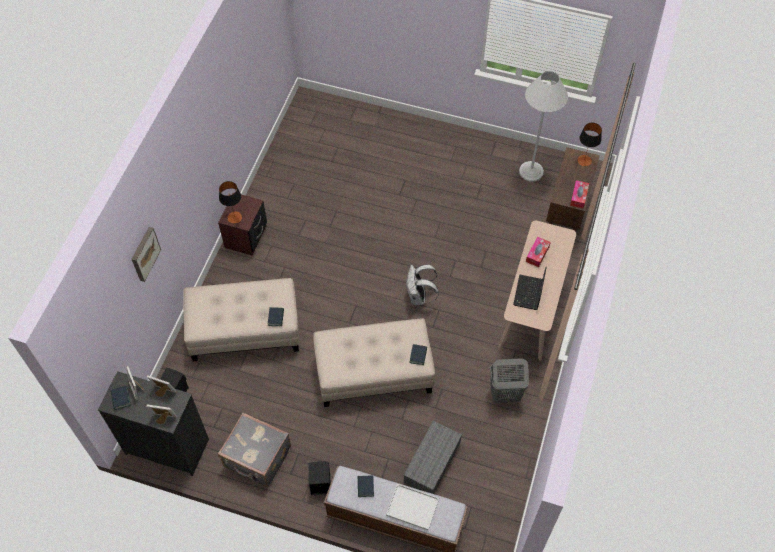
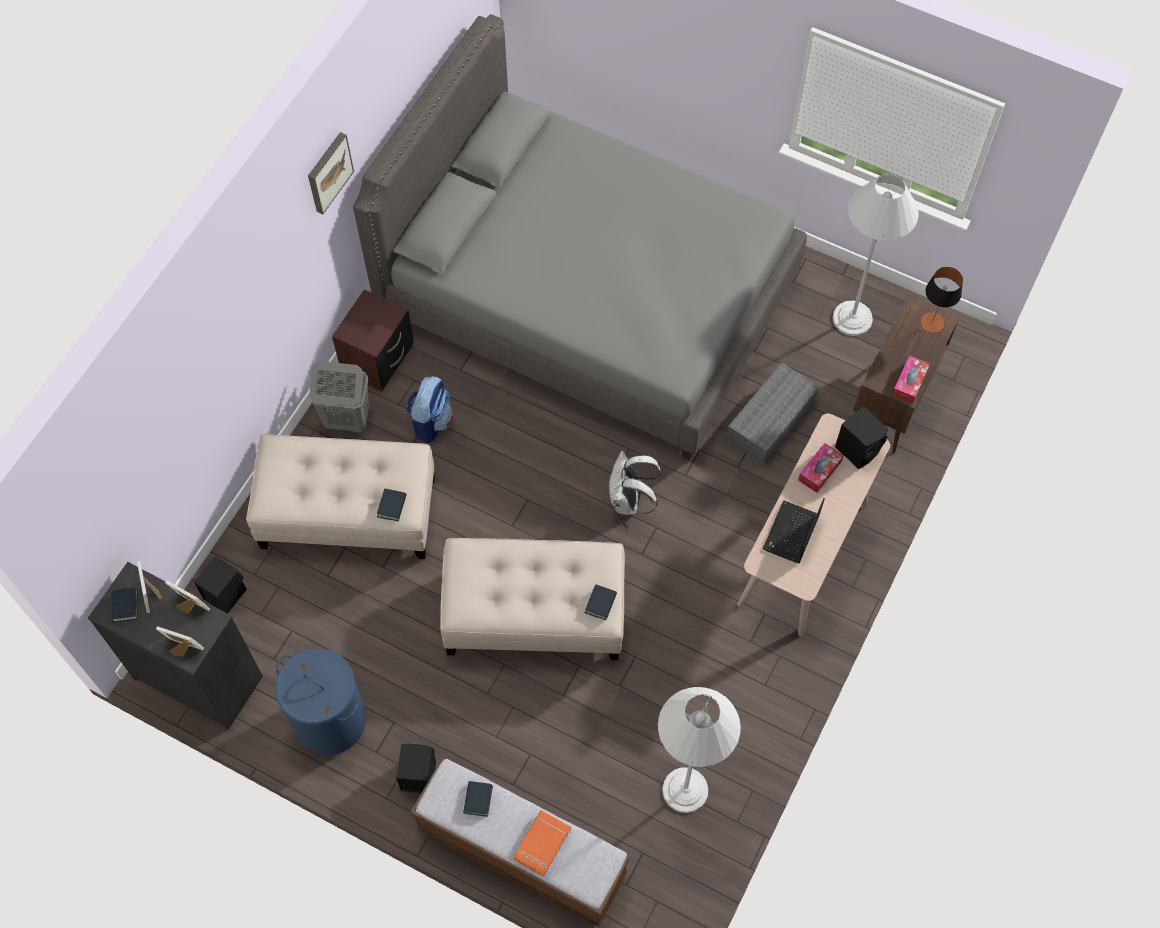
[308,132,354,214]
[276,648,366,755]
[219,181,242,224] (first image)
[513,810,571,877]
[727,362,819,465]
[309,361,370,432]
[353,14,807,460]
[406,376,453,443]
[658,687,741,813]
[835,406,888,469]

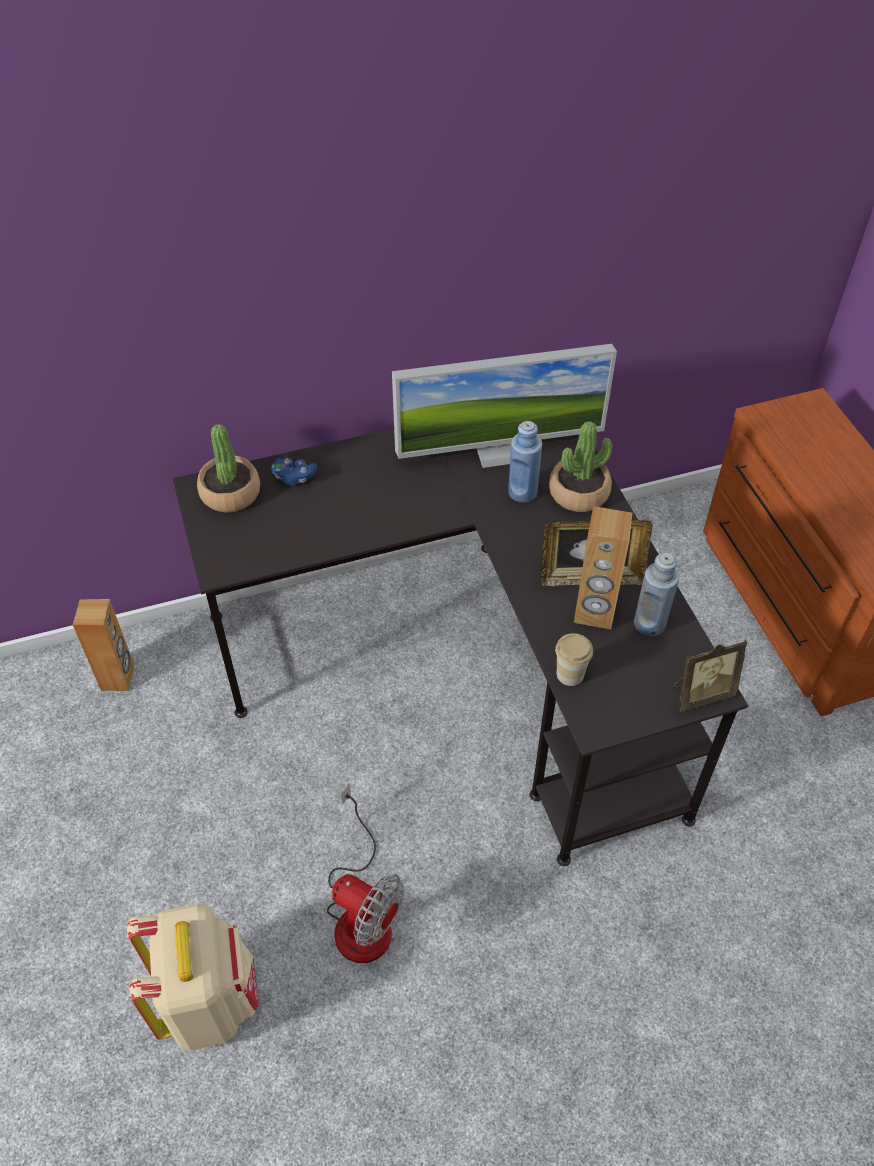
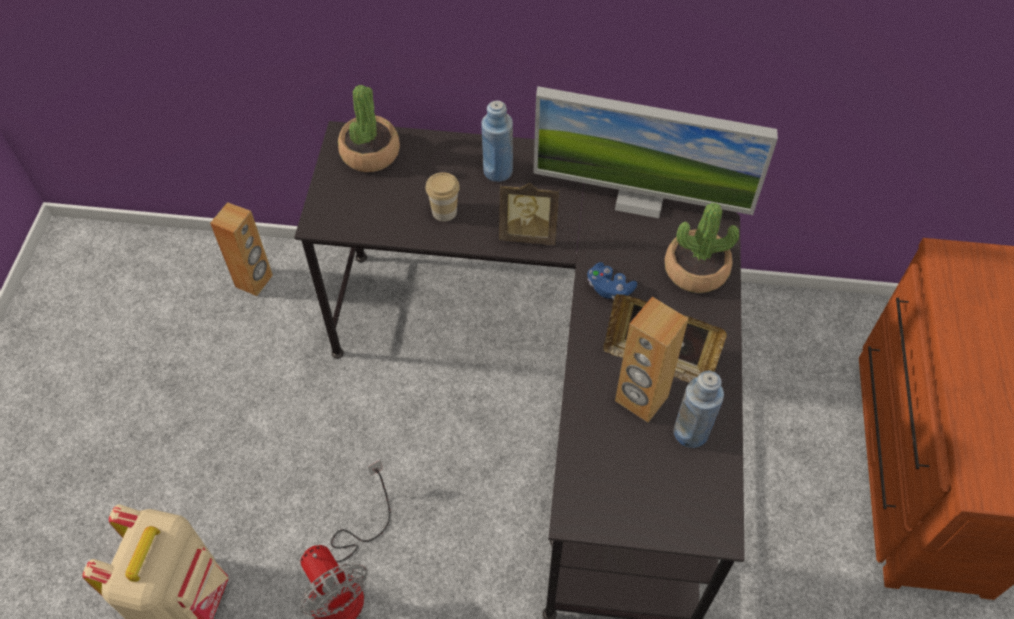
[587,262,637,299]
[482,100,513,182]
[425,172,460,221]
[499,183,559,245]

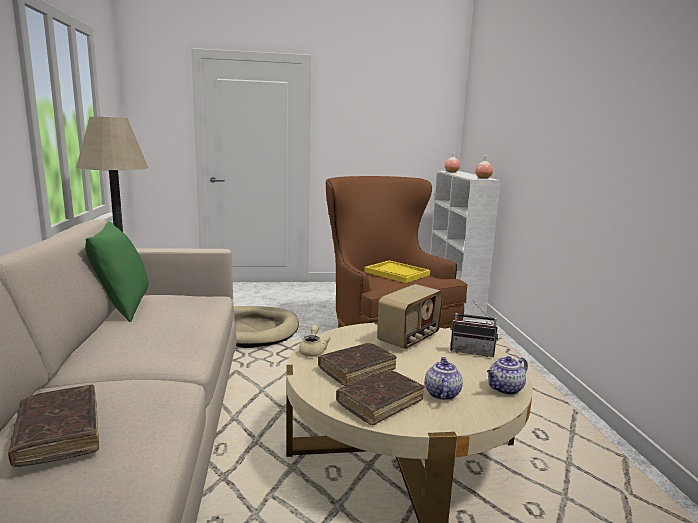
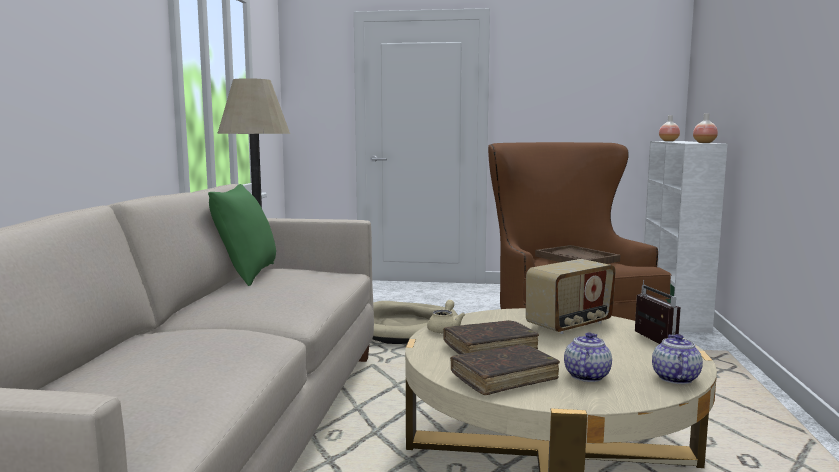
[8,385,99,467] (first image)
[535,245,620,264]
[635,280,681,344]
[652,334,703,384]

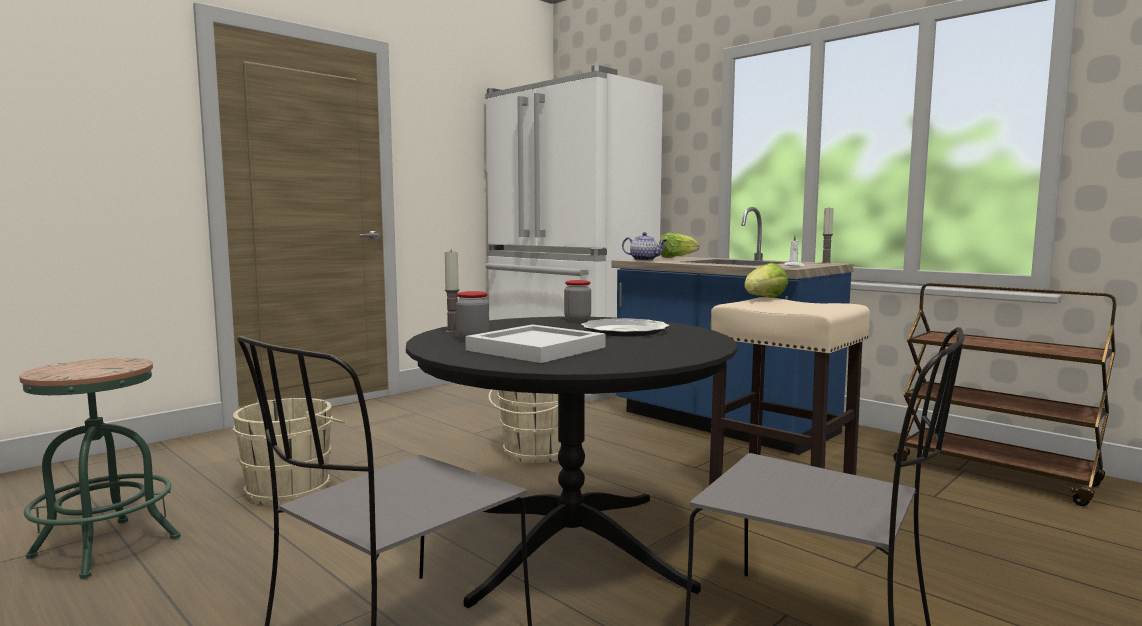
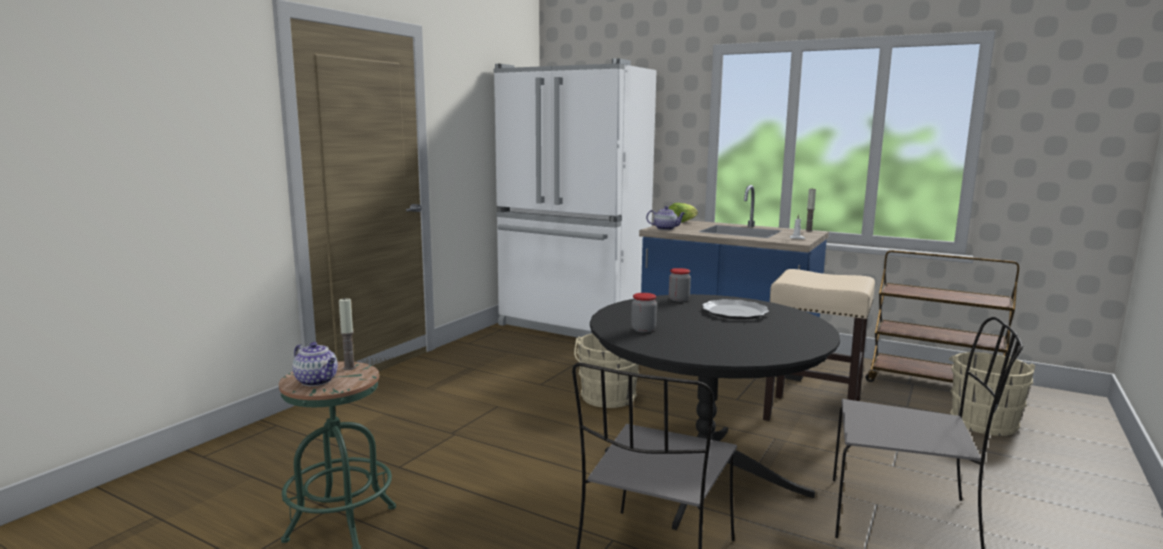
[949,352,1036,436]
[339,298,356,370]
[465,324,605,363] (first image)
[744,263,788,298] (first image)
[293,342,338,386]

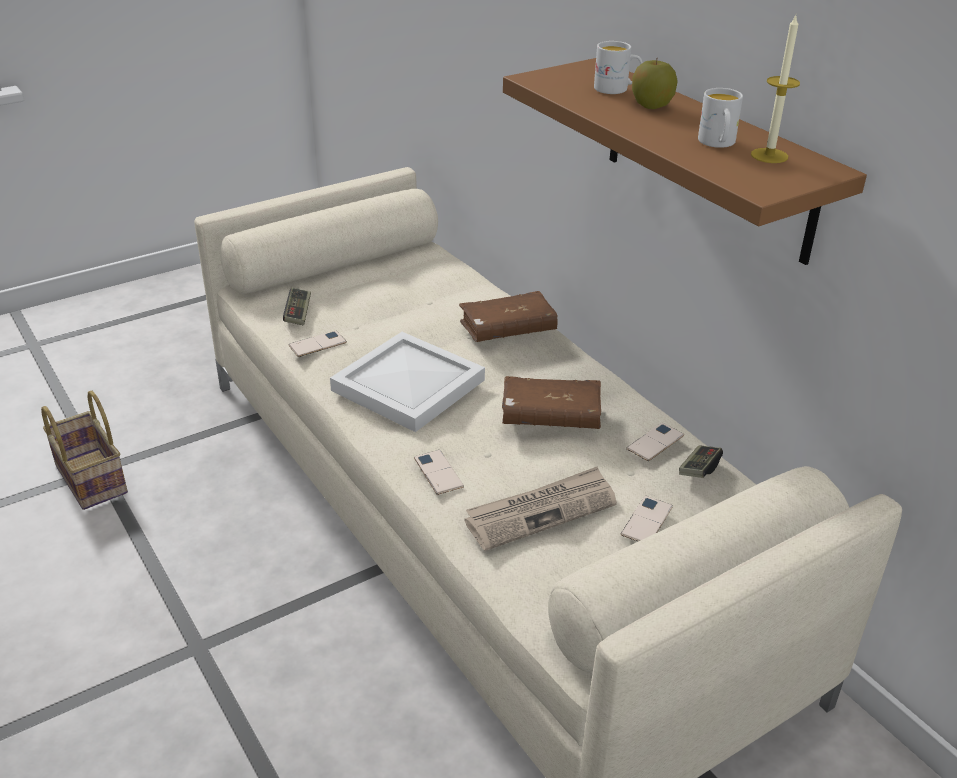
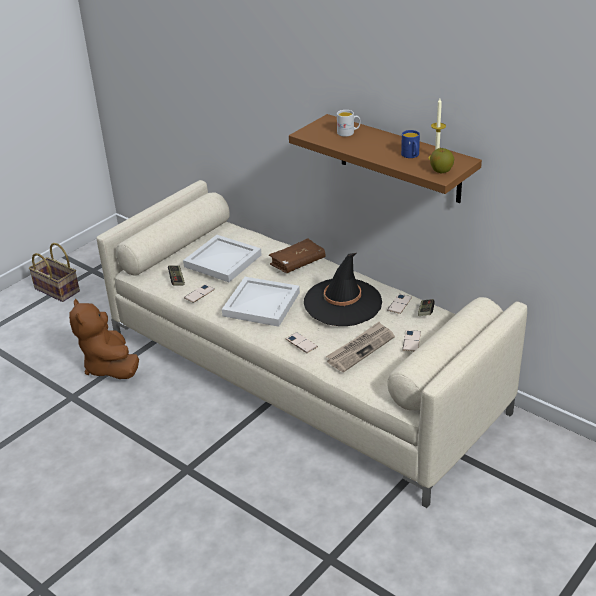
[29,243,80,302]
[304,253,382,326]
[430,148,454,173]
[401,130,420,158]
[69,299,139,379]
[183,235,262,282]

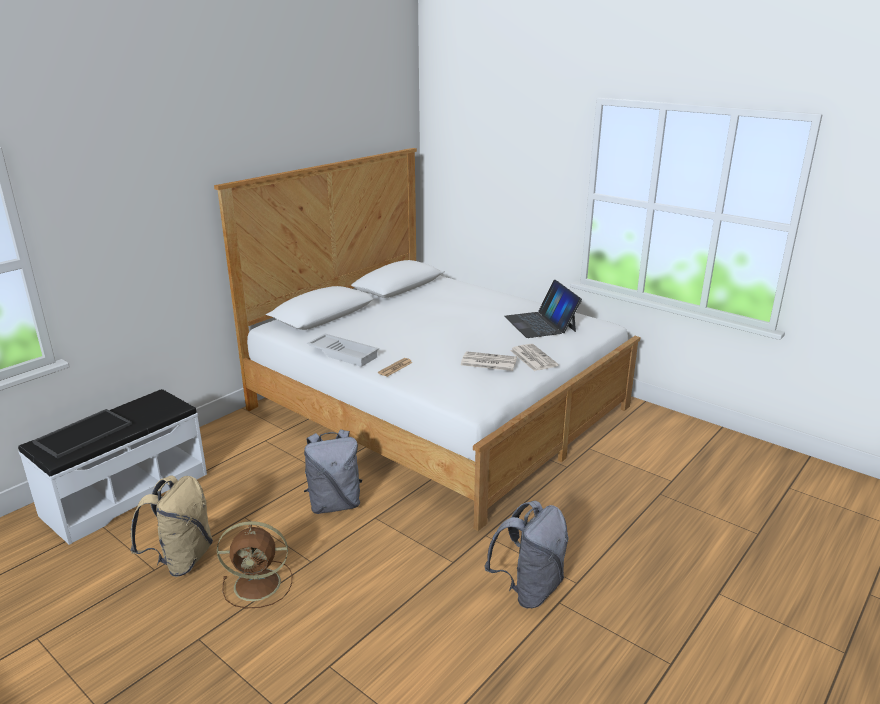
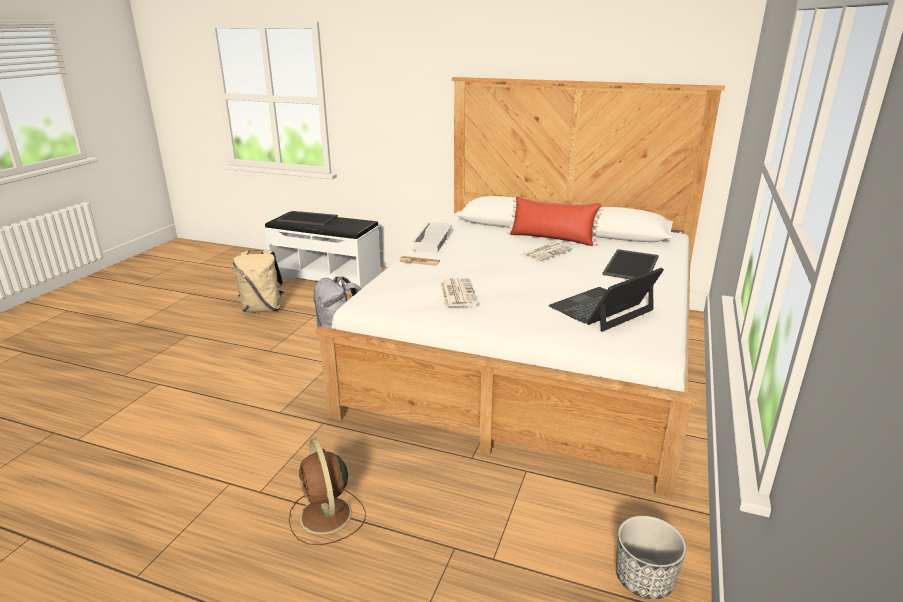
[289,438,366,545]
[484,501,569,608] (first image)
[522,242,573,261]
[507,196,604,246]
[602,249,659,279]
[616,516,686,599]

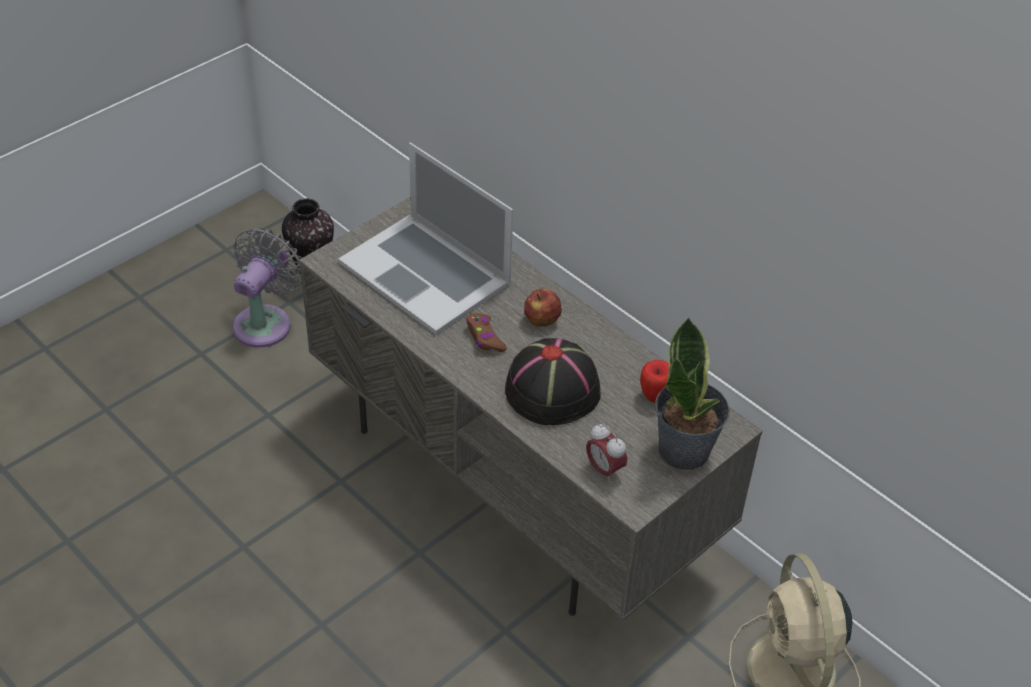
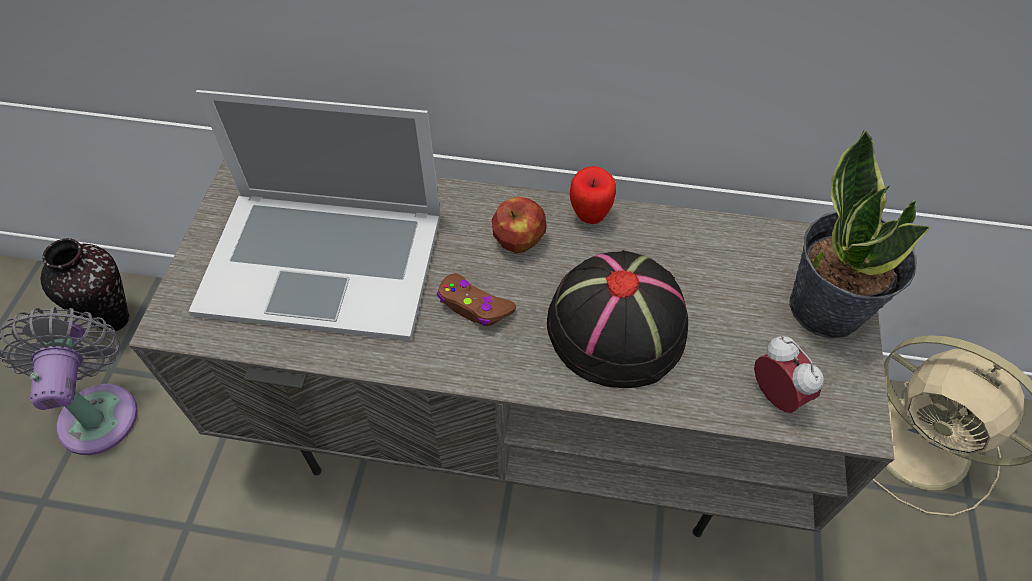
[754,336,824,413]
[570,166,616,224]

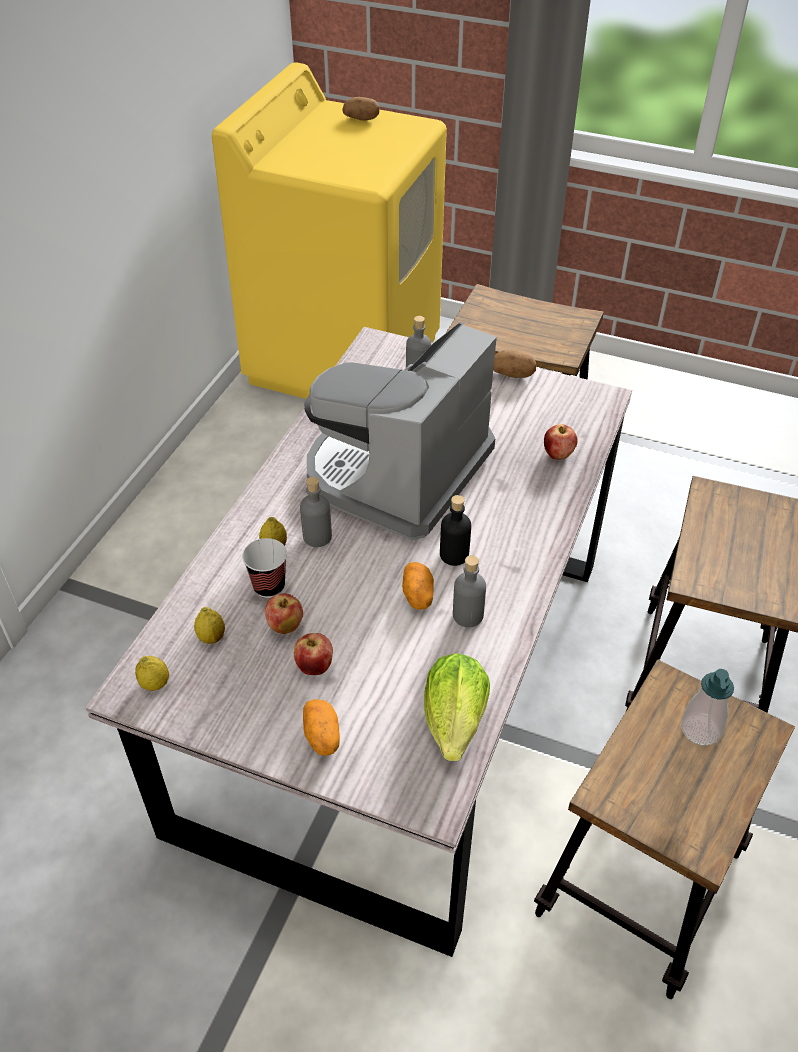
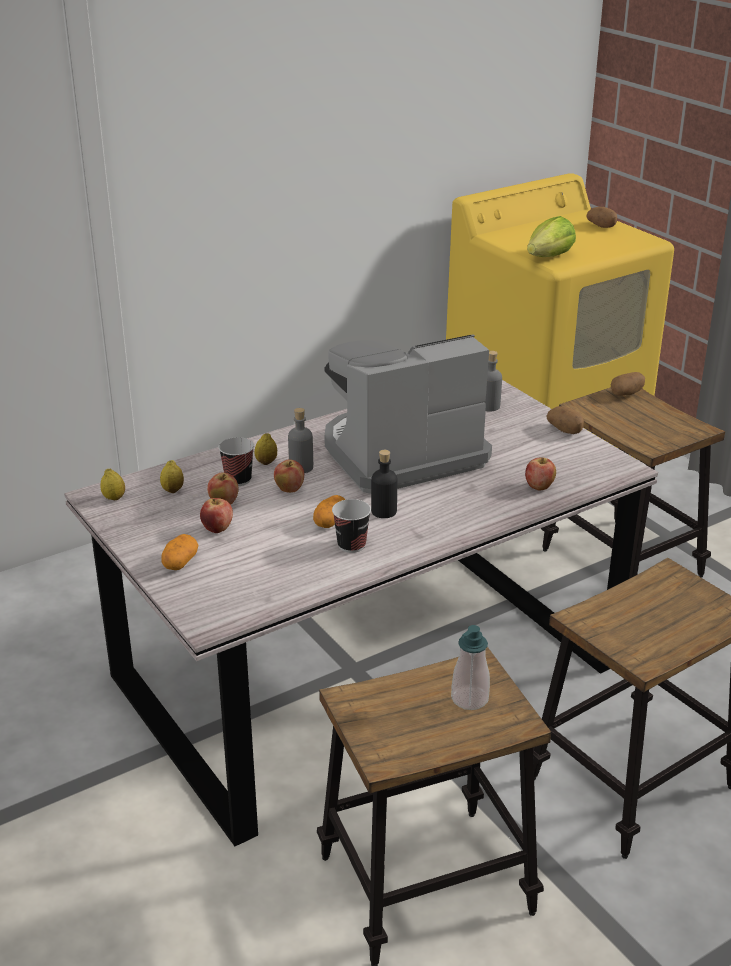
[527,216,576,257]
[332,499,371,553]
[274,459,304,493]
[611,372,645,396]

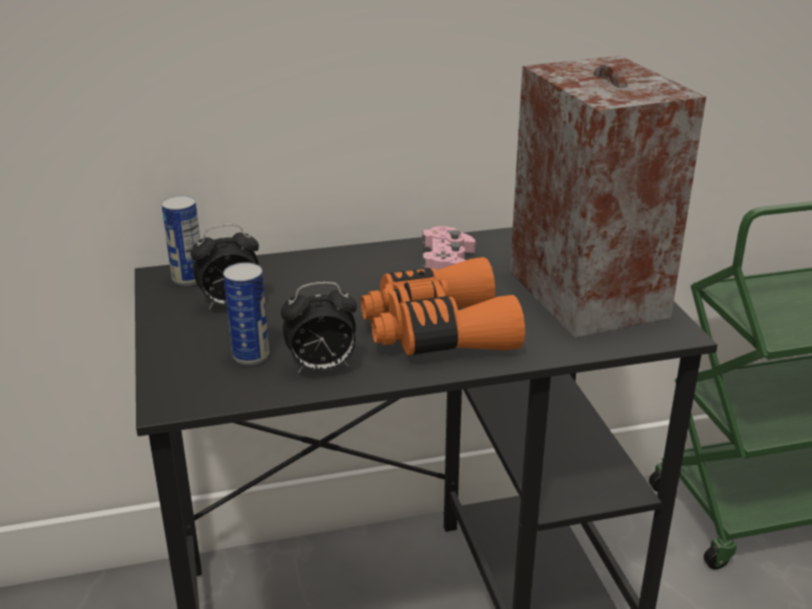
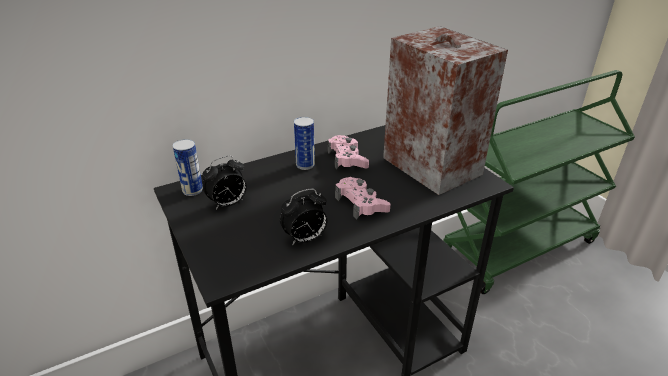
[294,117,315,170]
[335,177,390,219]

